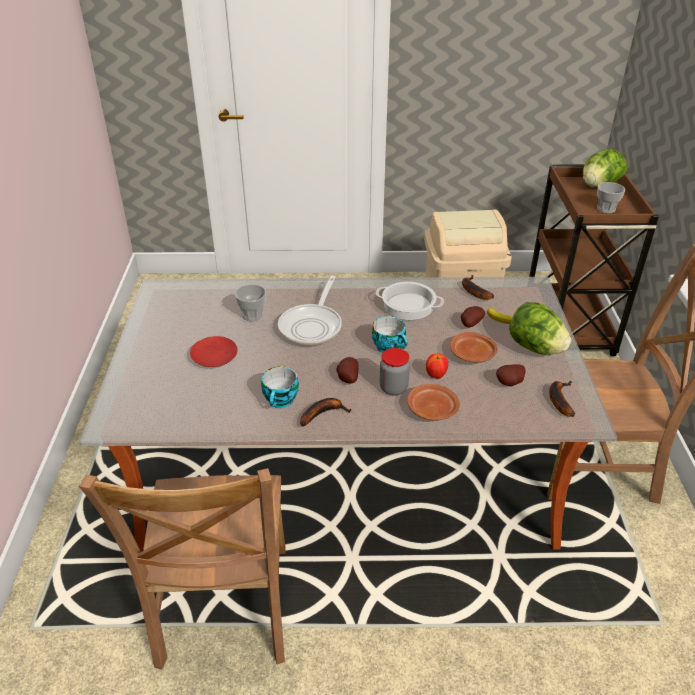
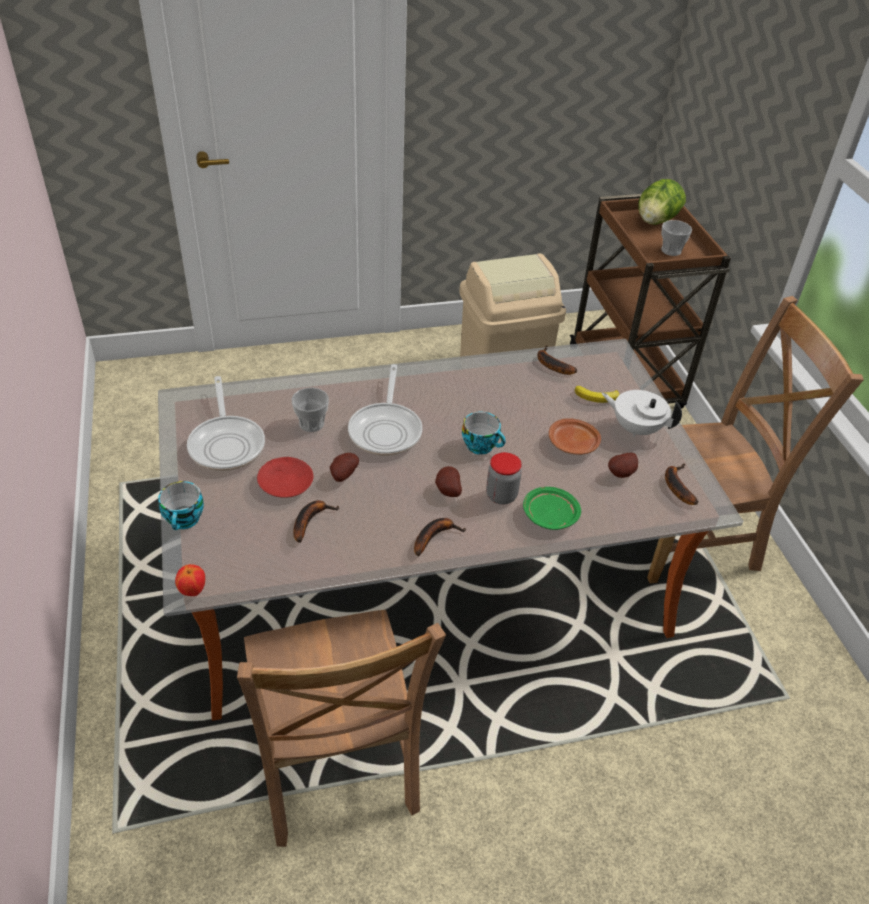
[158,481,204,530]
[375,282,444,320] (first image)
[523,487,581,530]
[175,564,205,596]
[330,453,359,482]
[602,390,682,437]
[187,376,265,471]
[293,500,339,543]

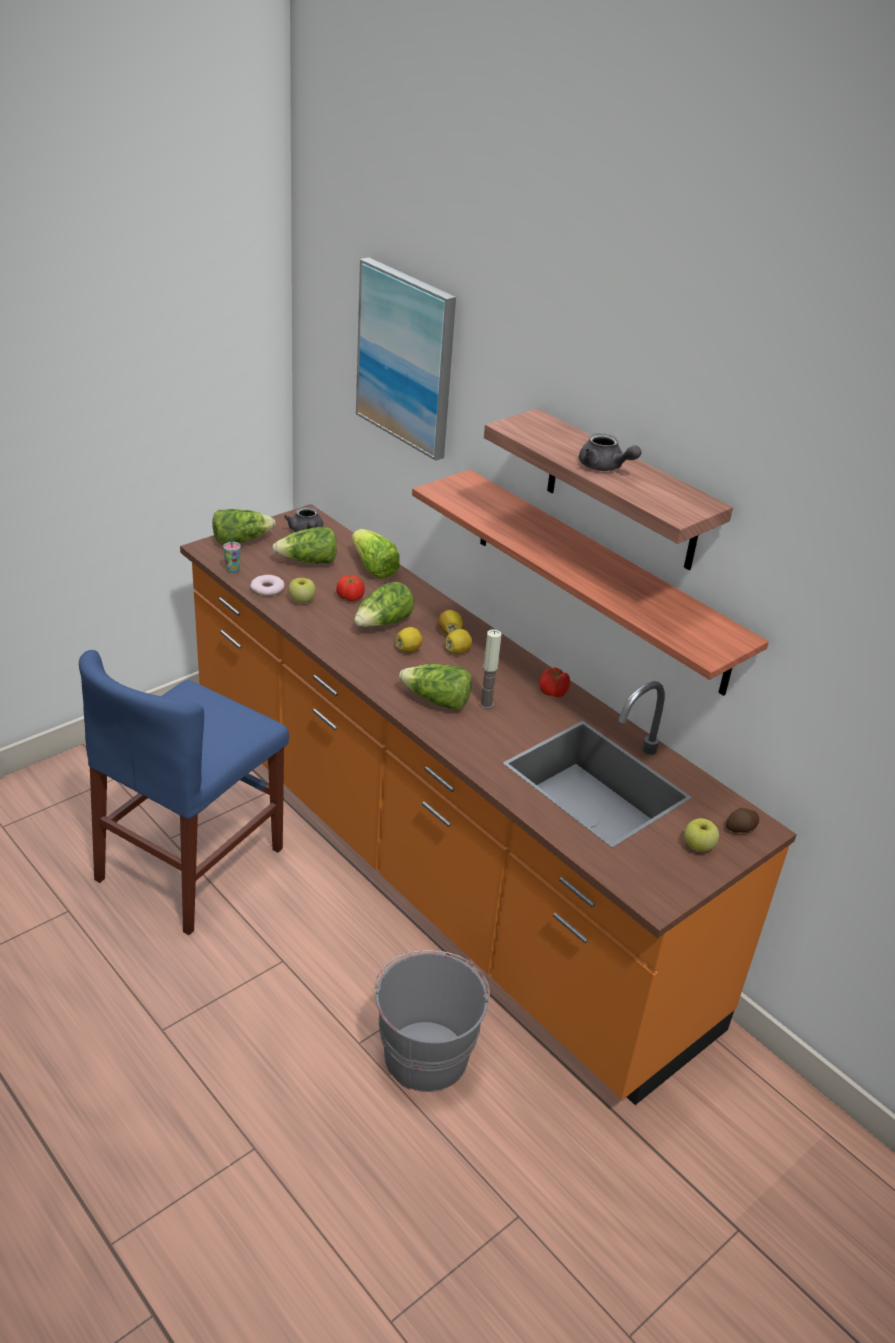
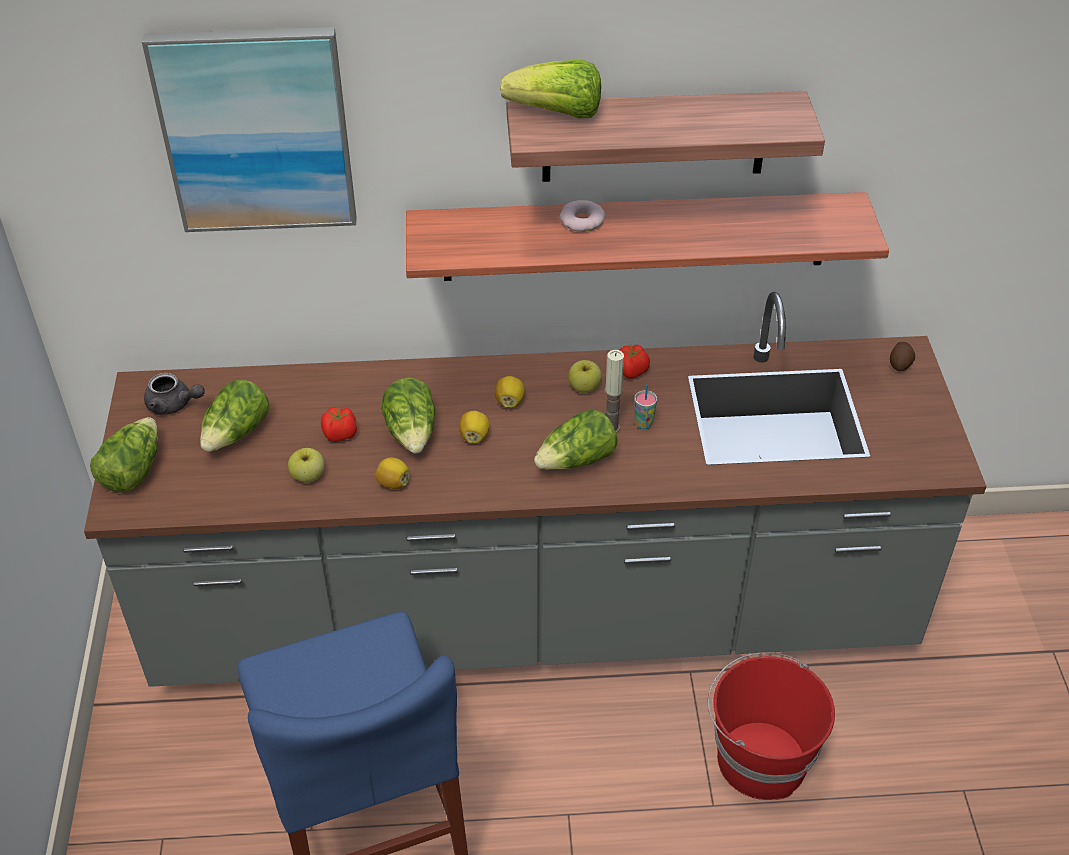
[84,292,987,687]
[634,384,657,429]
[559,200,605,232]
[500,60,601,118]
[708,652,835,800]
[375,457,410,489]
[579,433,641,471] (first image)
[568,360,602,393]

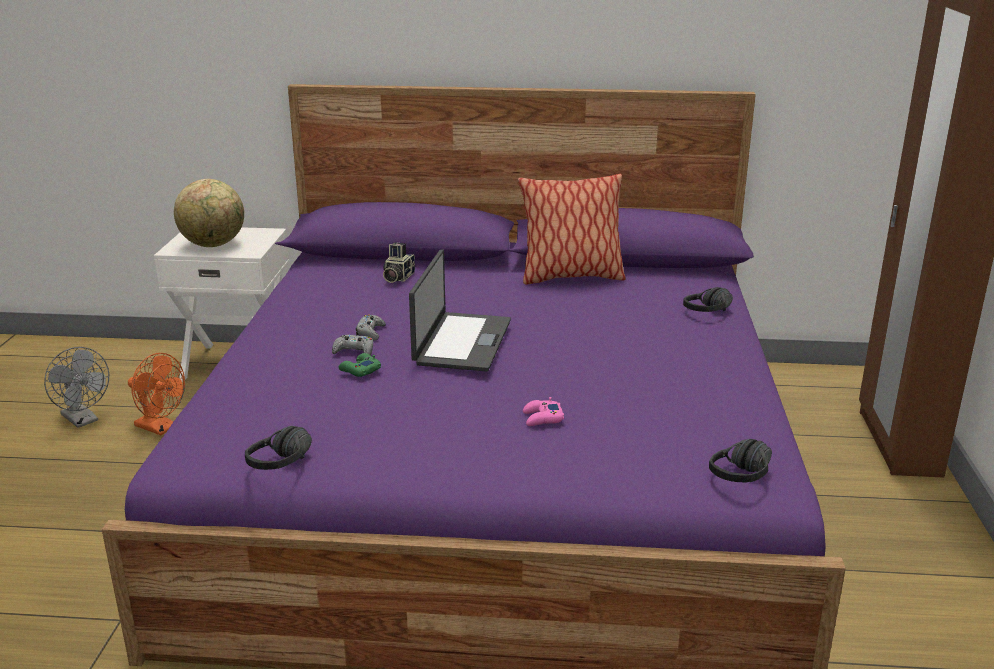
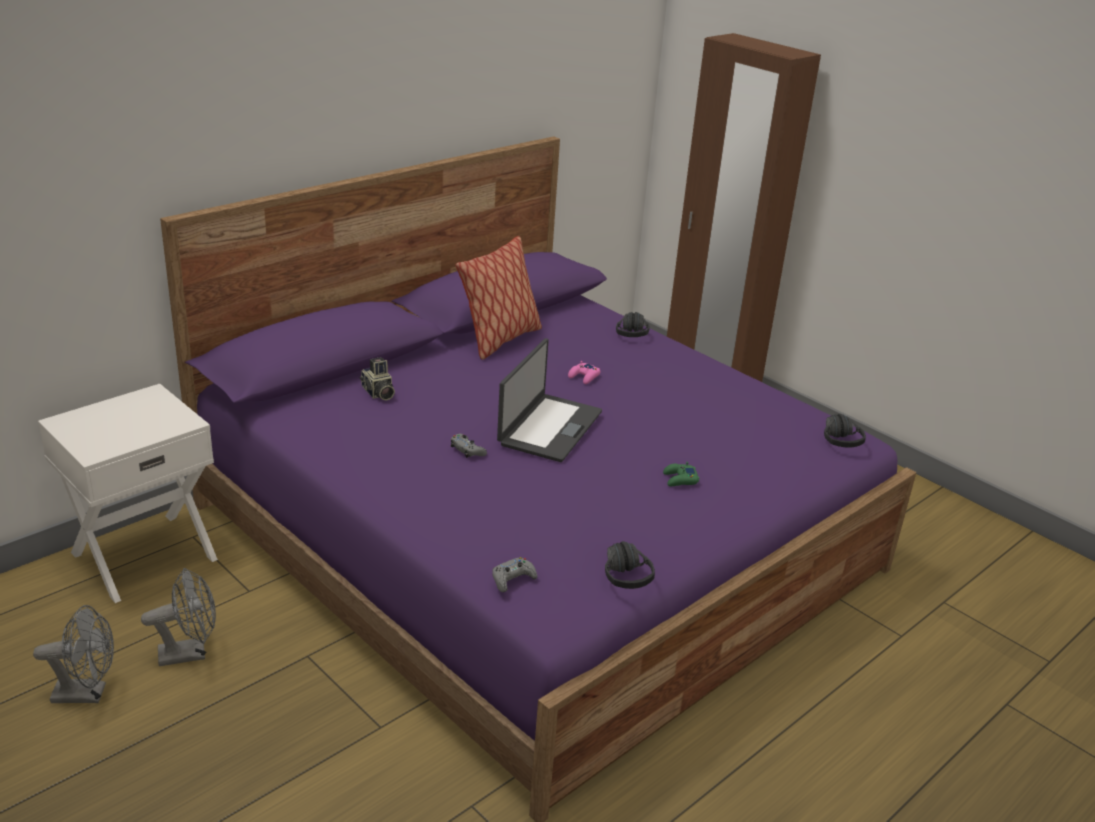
[141,568,216,666]
[174,179,244,247] (first image)
[492,557,537,592]
[663,462,699,486]
[497,338,602,462]
[568,361,600,384]

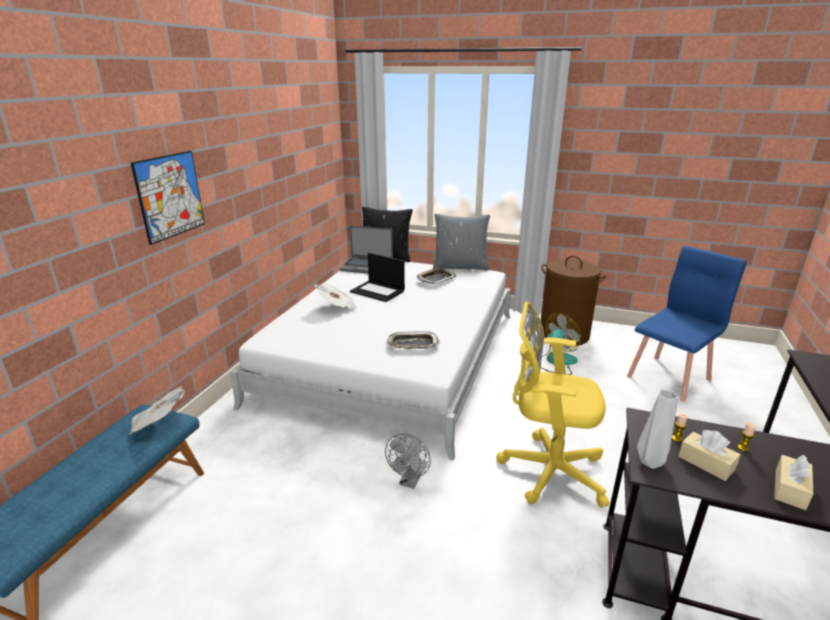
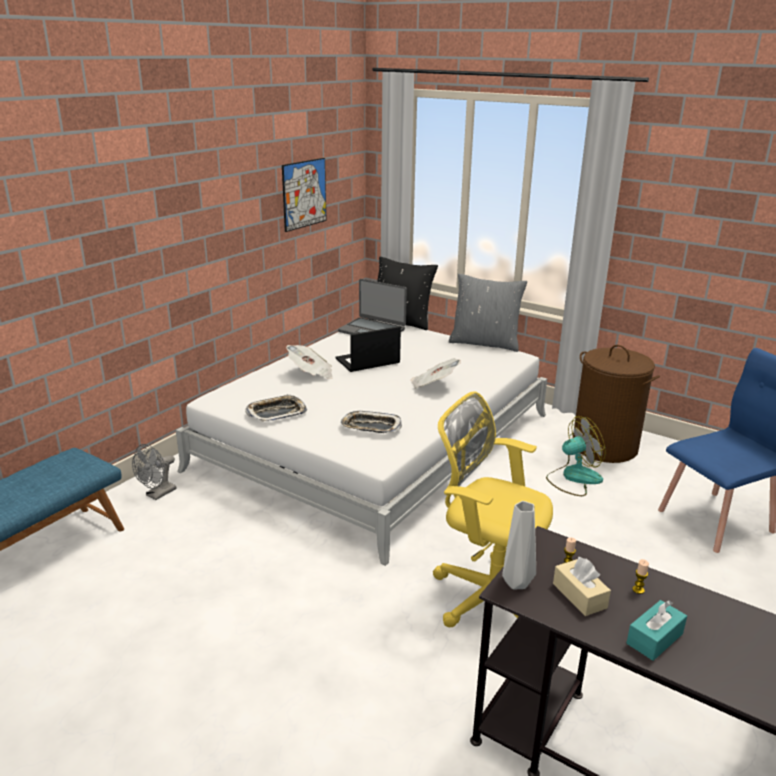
[411,358,461,389]
[282,158,327,232]
[335,326,401,372]
[132,444,177,500]
[245,394,307,422]
[626,600,687,661]

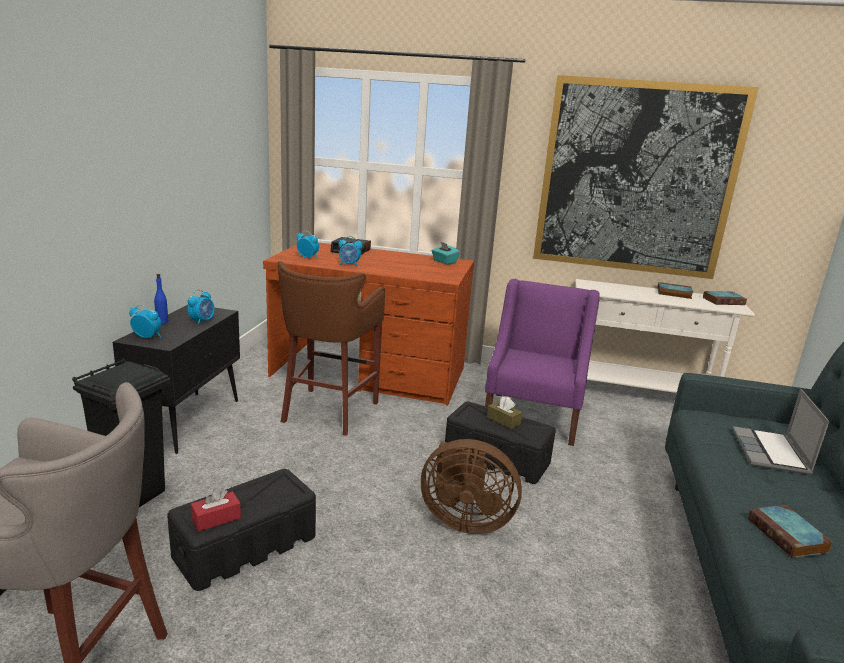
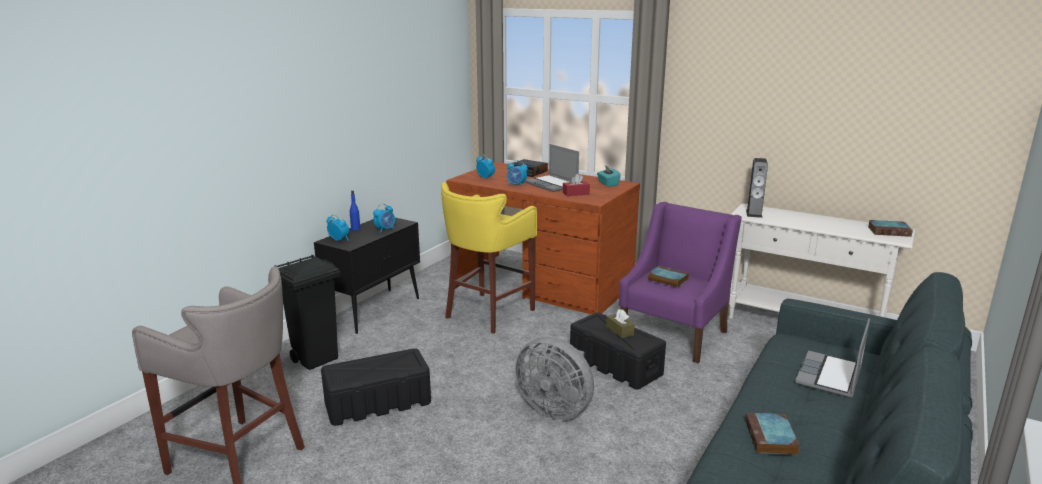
[563,174,590,196]
[441,182,537,334]
[515,337,594,420]
[533,75,759,279] (first image)
[647,266,689,287]
[525,144,579,192]
[746,158,768,218]

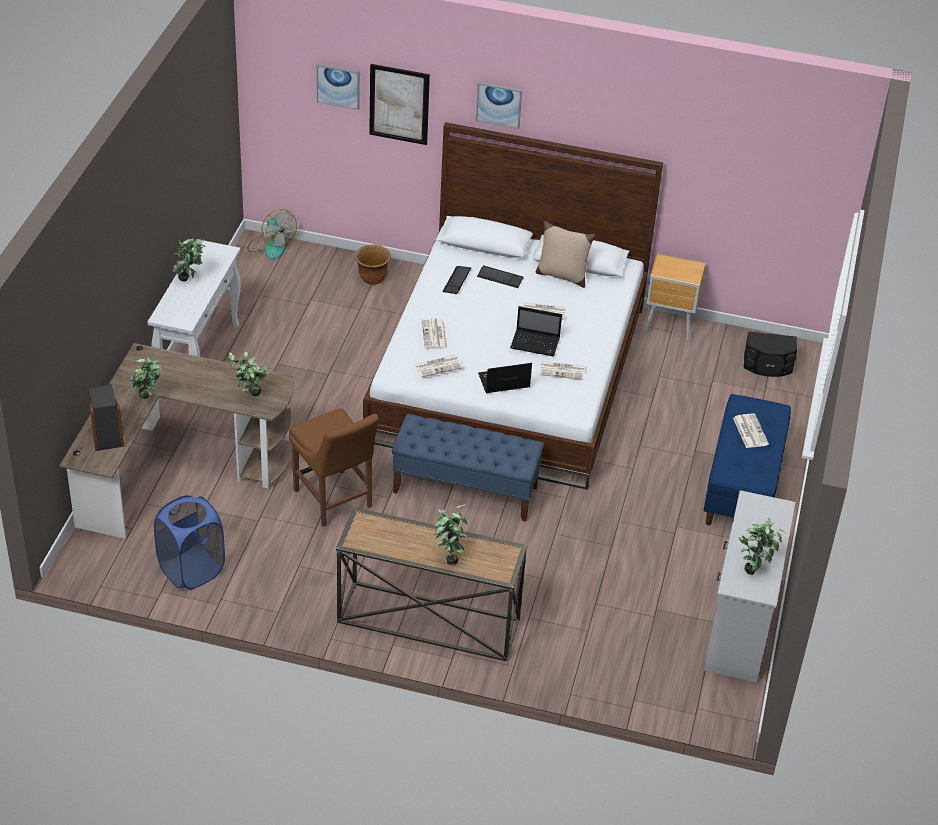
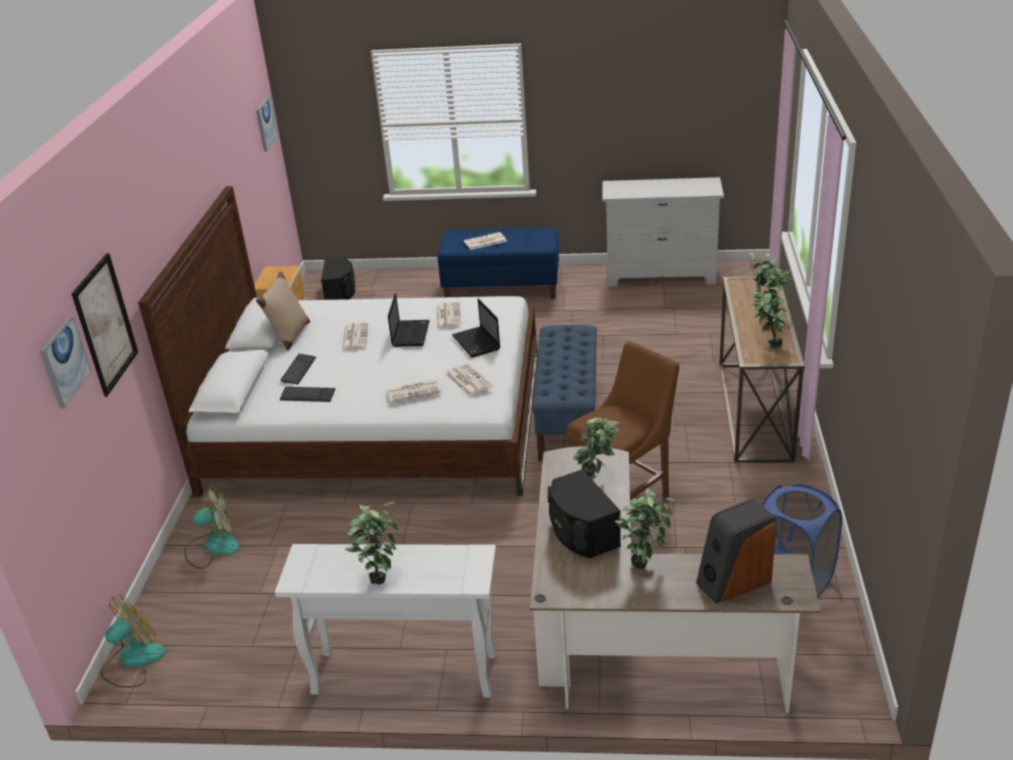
[185,486,240,569]
[256,96,278,152]
[752,280,791,348]
[548,469,621,558]

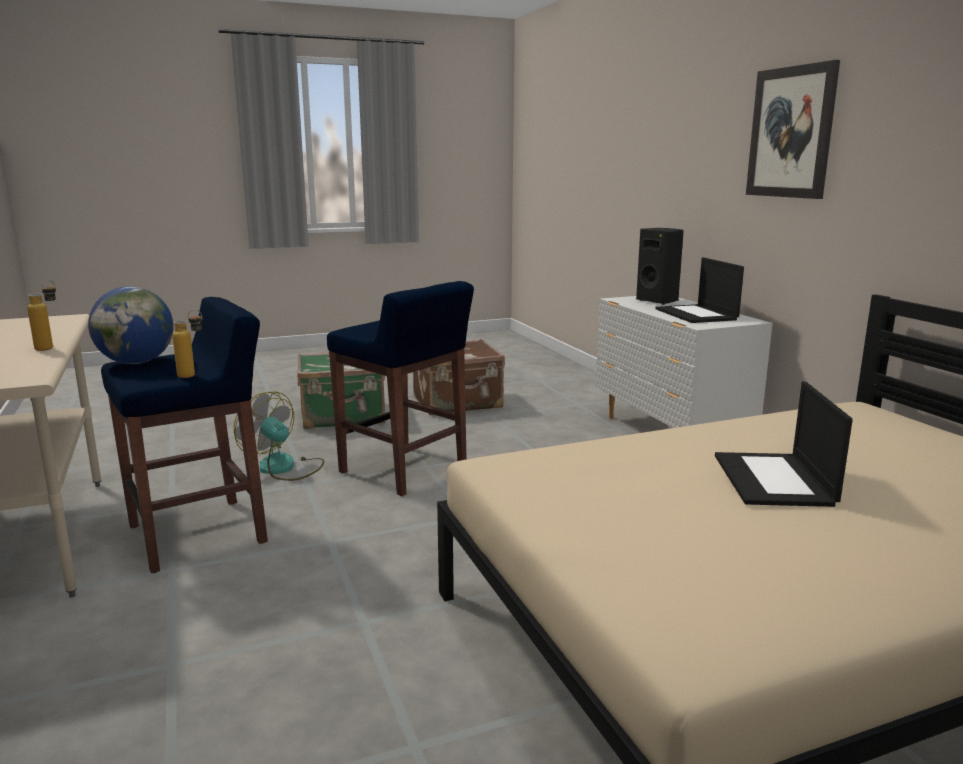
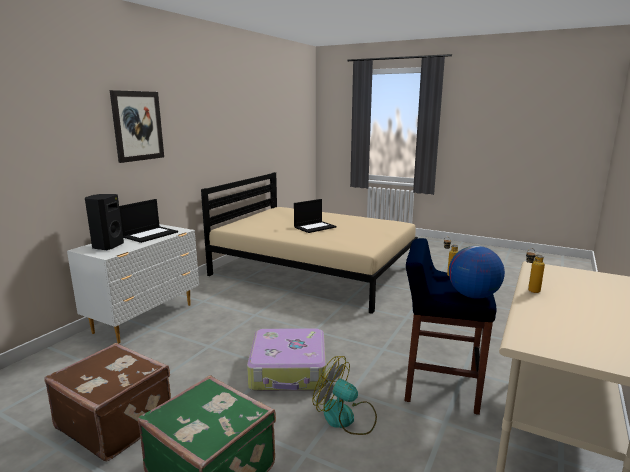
[313,356,377,435]
[247,328,326,391]

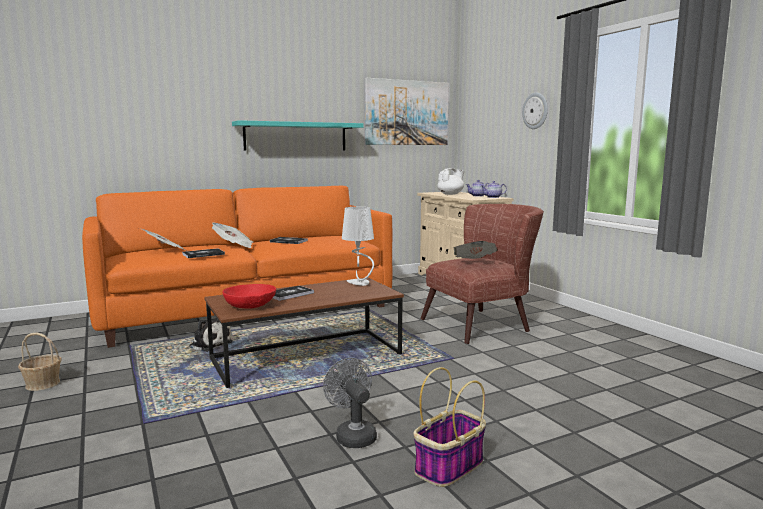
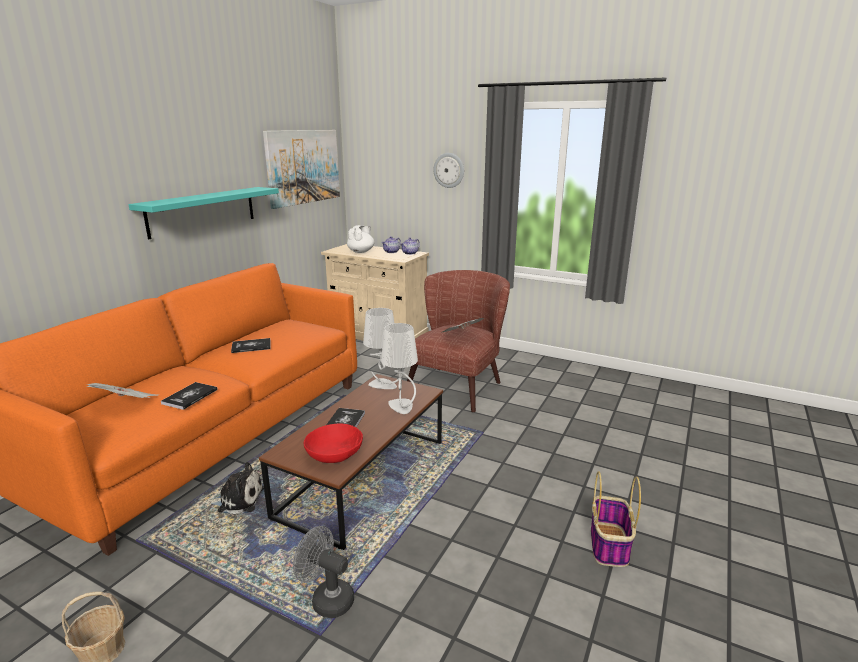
[212,222,253,248] (first image)
[293,526,354,618]
[381,323,418,414]

